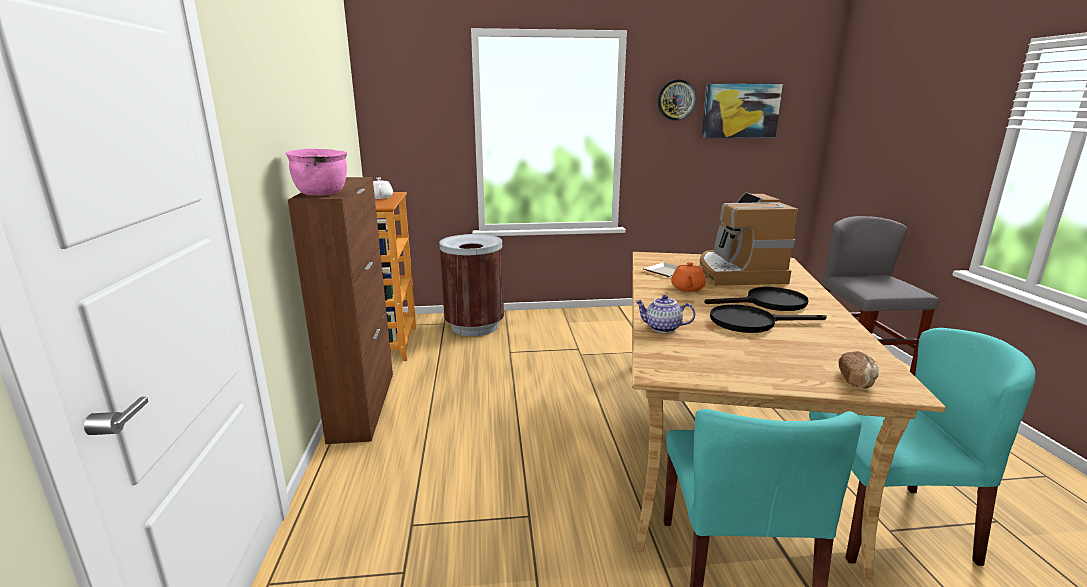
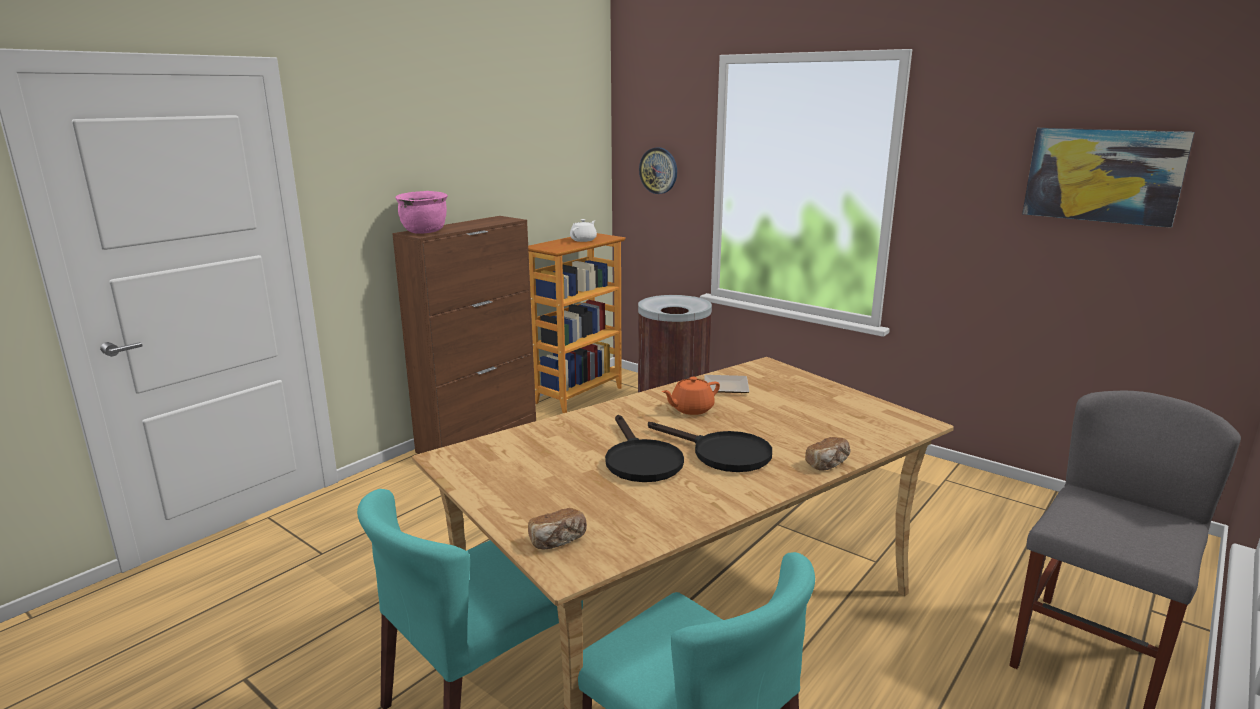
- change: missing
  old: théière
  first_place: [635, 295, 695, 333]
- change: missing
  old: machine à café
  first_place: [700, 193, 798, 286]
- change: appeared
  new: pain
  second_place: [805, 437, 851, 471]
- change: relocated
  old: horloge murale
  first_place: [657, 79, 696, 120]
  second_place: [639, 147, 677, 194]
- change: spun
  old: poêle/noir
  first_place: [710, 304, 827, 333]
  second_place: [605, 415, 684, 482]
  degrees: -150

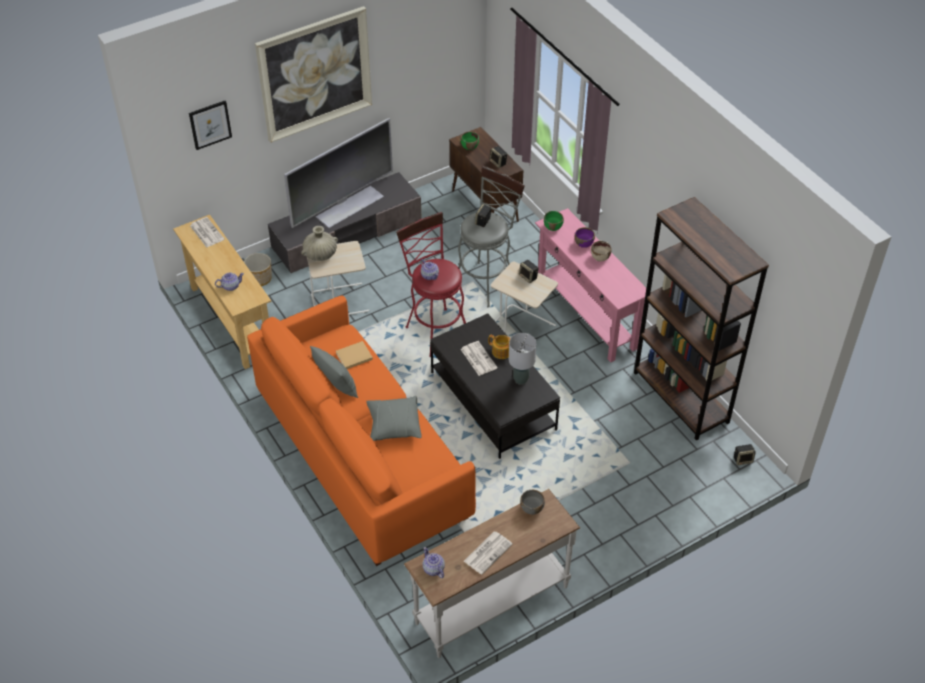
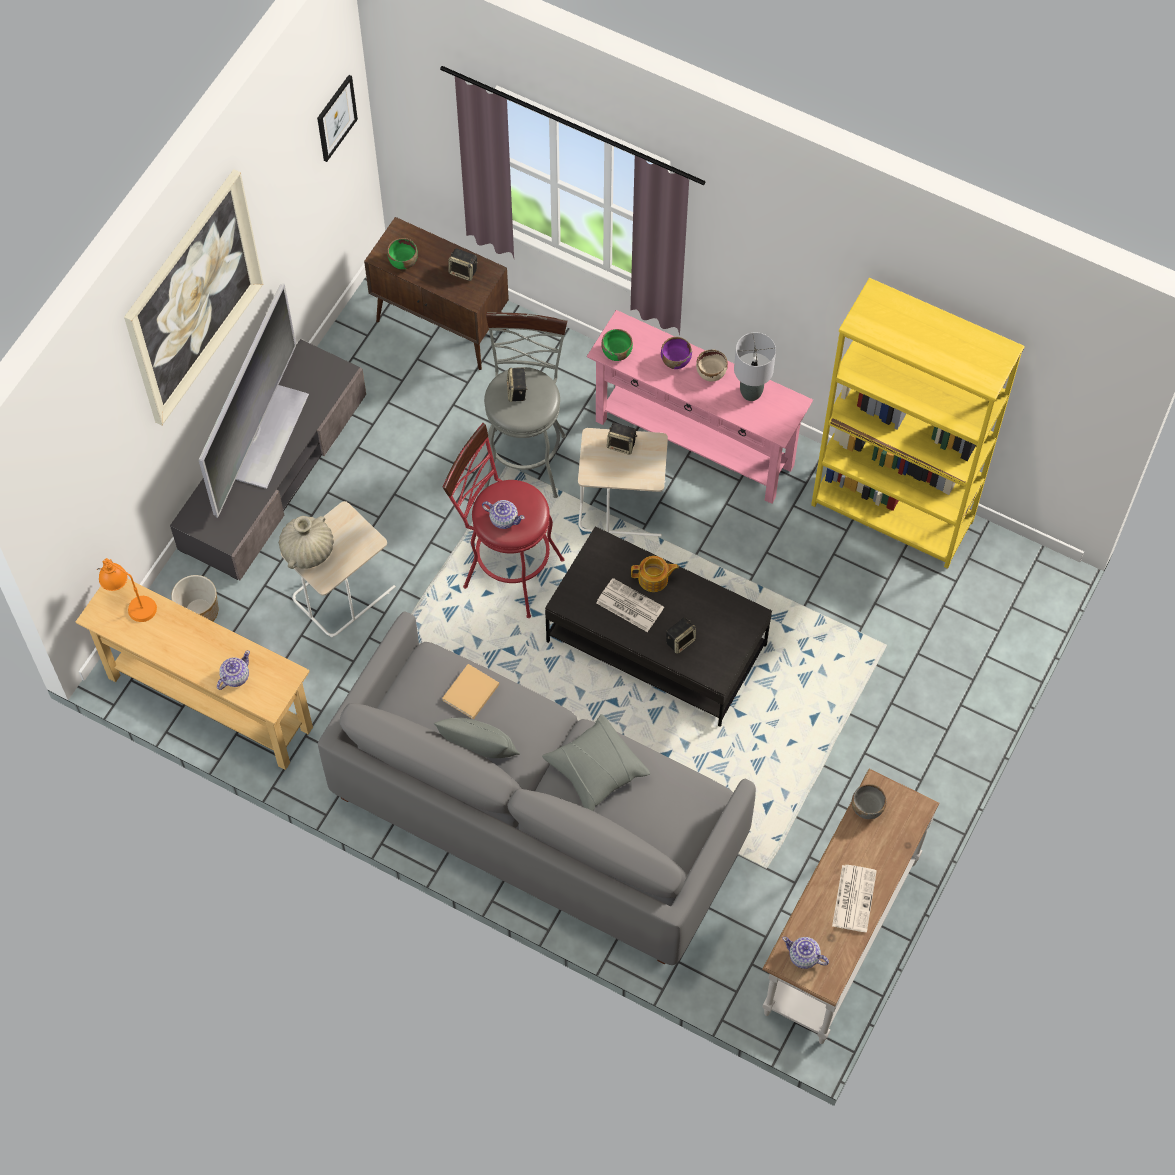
- change: relocated
  old: tableau
  first_place: [189, 101, 232, 150]
  second_place: [317, 75, 358, 162]
- change: relocated
  old: lampe de table/gris
  first_place: [509, 333, 537, 385]
  second_place: [734, 332, 776, 401]
- change: relocated
  old: enceinte
  first_place: [734, 444, 756, 465]
  second_place: [666, 618, 696, 654]
- change: exchanged
  old: journal
  new: lampe de table/orange
  first_place: [190, 217, 224, 248]
  second_place: [97, 558, 157, 622]
- change: colour
  old: canapé/orange
  new: canapé/gris
  first_place: [247, 295, 476, 566]
  second_place: [318, 611, 756, 965]
- change: colour
  old: bibliothèque/marron
  new: bibliothèque/jaune
  first_place: [634, 197, 769, 441]
  second_place: [811, 278, 1025, 569]

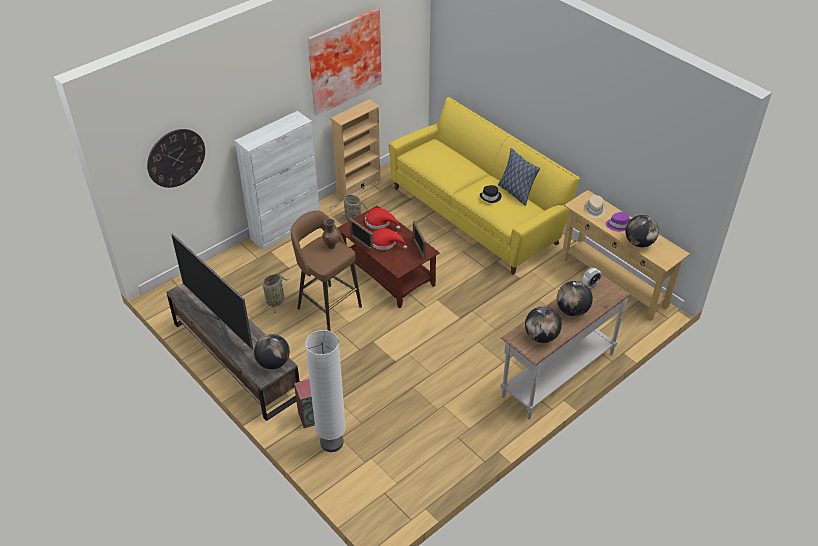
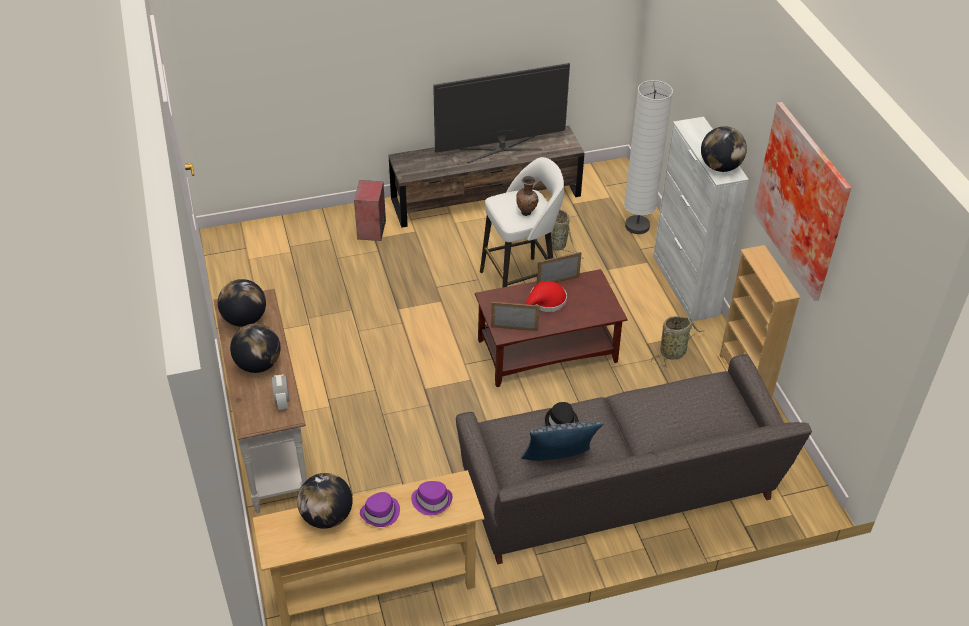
- change: missing
  old: horloge murale
  first_place: [147, 129, 205, 188]
- change: missing
  old: chapeau/rouge
  first_place: [365, 208, 400, 229]
- change: relocated
  old: globe
  first_place: [254, 334, 290, 369]
  second_place: [701, 126, 747, 172]
- change: relocated
  old: lampadaire/blanc
  first_place: [305, 330, 346, 452]
  second_place: [624, 80, 673, 234]
- change: colour
  old: tabouret/marron
  new: tabouret/blanc
  first_place: [290, 210, 362, 331]
  second_place: [480, 157, 564, 288]
- change: colour
  old: canapé/jaune
  new: canapé/gris
  first_place: [389, 97, 580, 275]
  second_place: [456, 354, 812, 564]
- change: colour
  old: chapeau/beige
  new: chapeau/violet
  first_place: [584, 195, 606, 218]
  second_place: [411, 481, 452, 515]

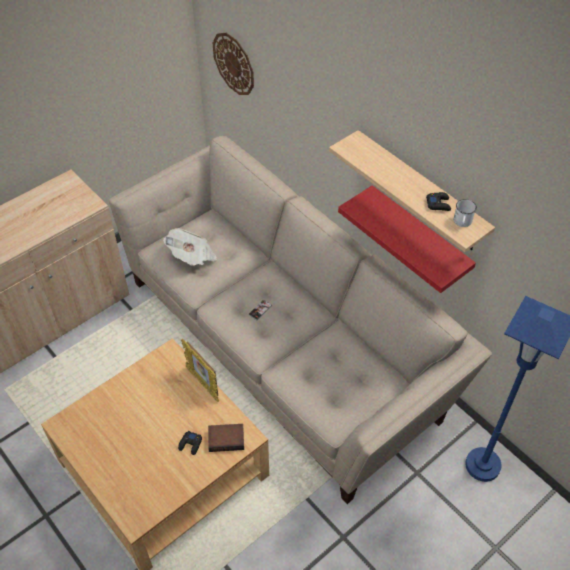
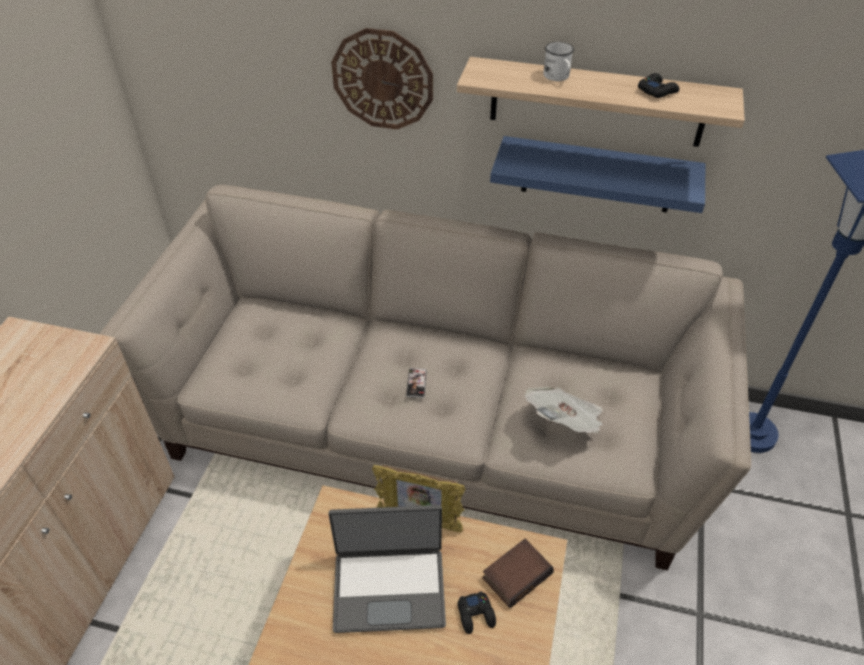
- change: appeared
  new: ordinateur portable
  second_place: [329, 505, 446, 633]
- change: relocated
  old: journal
  first_place: [163, 228, 218, 266]
  second_place: [525, 387, 603, 433]
- change: relocated
  old: horloge murale
  first_place: [213, 33, 254, 95]
  second_place: [331, 28, 433, 129]
- change: relocated
  old: mug/blanc
  first_place: [454, 199, 477, 227]
  second_place: [543, 42, 574, 81]
- change: colour
  old: étagère/rouge
  new: étagère/bleu
  first_place: [338, 185, 476, 293]
  second_place: [490, 136, 705, 213]

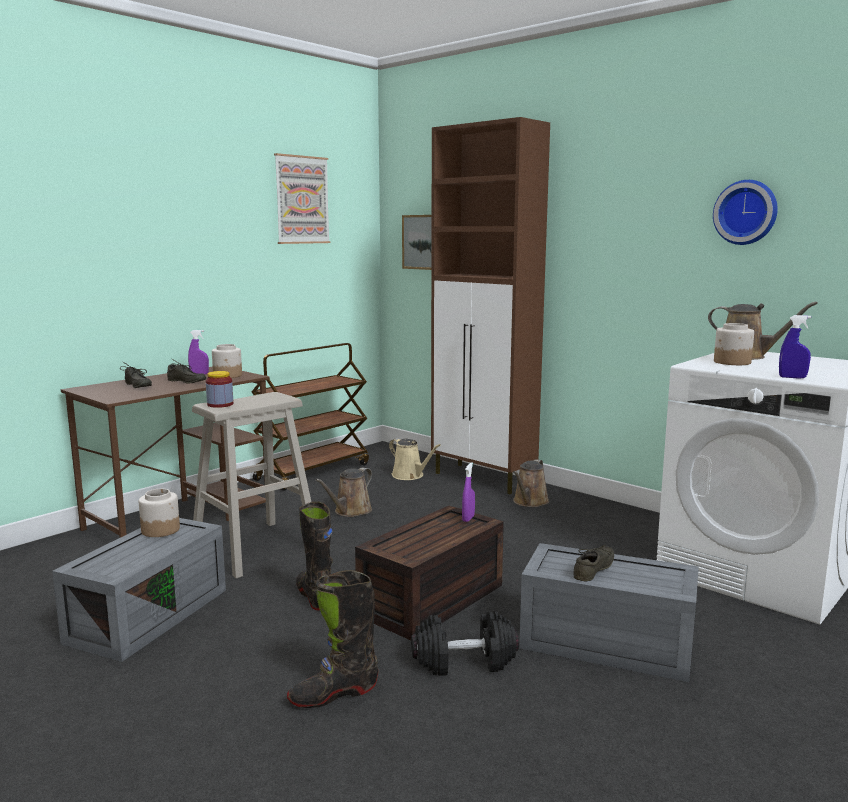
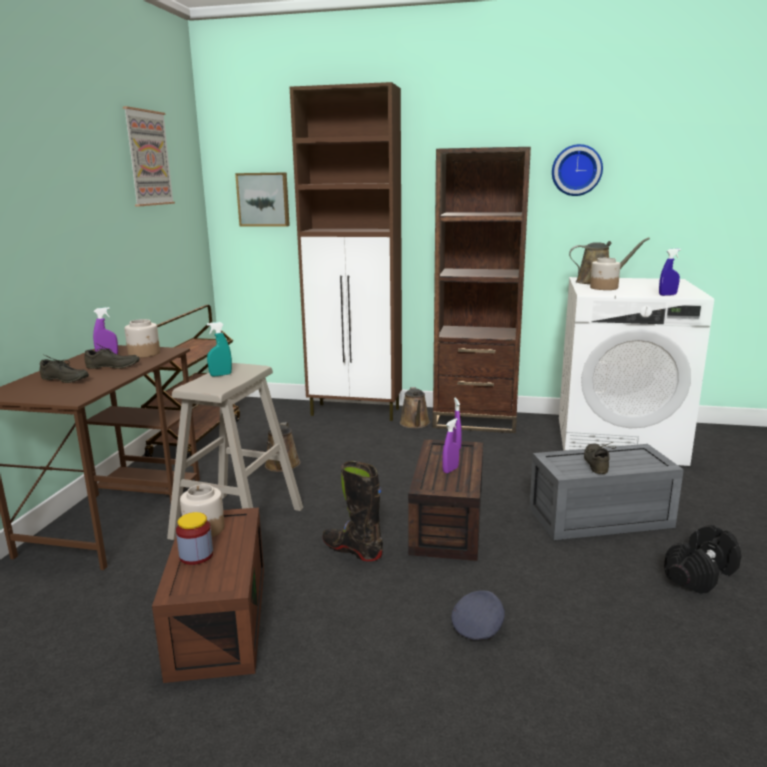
- change: missing
  old: arrosoir/beige
  first_place: [389, 438, 441, 480]
- change: appeared
  new: vaporisateur/turquoise
  second_place: [207, 322, 232, 377]
- change: appeared
  new: bibliothèque/marron
  second_place: [433, 147, 531, 433]
- change: appeared
  new: vaporisateur/violet
  second_place: [442, 418, 459, 473]
- change: relocated
  old: bocal
  first_place: [206, 371, 233, 408]
  second_place: [176, 512, 213, 565]
- change: relocated
  old: haltère/noir
  first_place: [411, 611, 519, 676]
  second_place: [664, 525, 742, 594]
- change: exchanged
  old: botte/noir
  new: casquette/gris
  first_place: [287, 570, 378, 708]
  second_place: [451, 590, 505, 640]
- change: colour
  old: boîte de rangement/gris
  new: boîte de rangement/marron
  first_place: [52, 518, 226, 662]
  second_place: [152, 508, 264, 683]

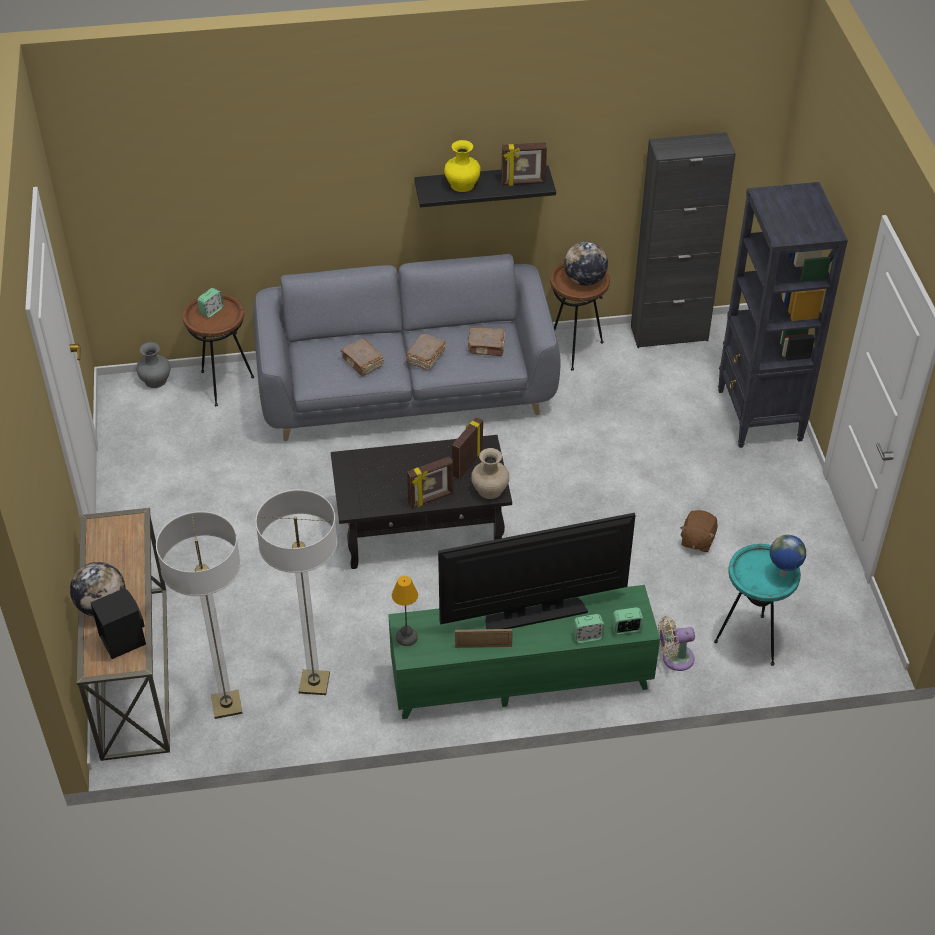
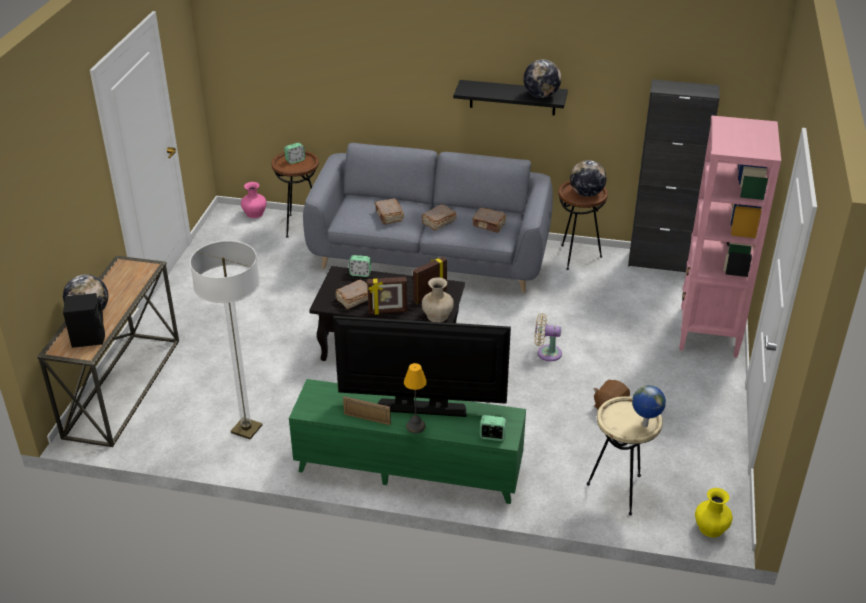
- change: missing
  old: lampadaire
  first_place: [156, 511, 243, 719]
- change: appeared
  new: livre/marron
  second_place: [335, 279, 368, 309]
- change: relocated
  old: lampe de table
  first_place: [392, 576, 418, 646]
  second_place: [404, 363, 427, 433]
- change: relocated
  old: vase/jaune
  first_place: [444, 140, 481, 192]
  second_place: [695, 488, 733, 537]
- change: relocated
  old: réveil
  first_place: [573, 614, 604, 643]
  second_place: [349, 255, 371, 277]
- change: relocated
  old: ventilateur/beige
  first_place: [658, 616, 695, 671]
  second_place: [534, 313, 562, 361]
- change: exchanged
  old: cadre photo
  new: globe
  first_place: [501, 142, 547, 186]
  second_place: [523, 59, 561, 98]
- change: colour
  old: vase/gris
  new: vase/rose
  first_place: [136, 342, 171, 388]
  second_place: [241, 182, 267, 218]
- change: colour
  old: table d'appoint/turquoise
  new: table d'appoint/beige
  first_place: [714, 544, 801, 666]
  second_place: [587, 396, 663, 515]
- change: colour
  old: bibliothèque/noir
  new: bibliothèque/rose
  first_place: [718, 182, 848, 448]
  second_place: [679, 116, 781, 358]

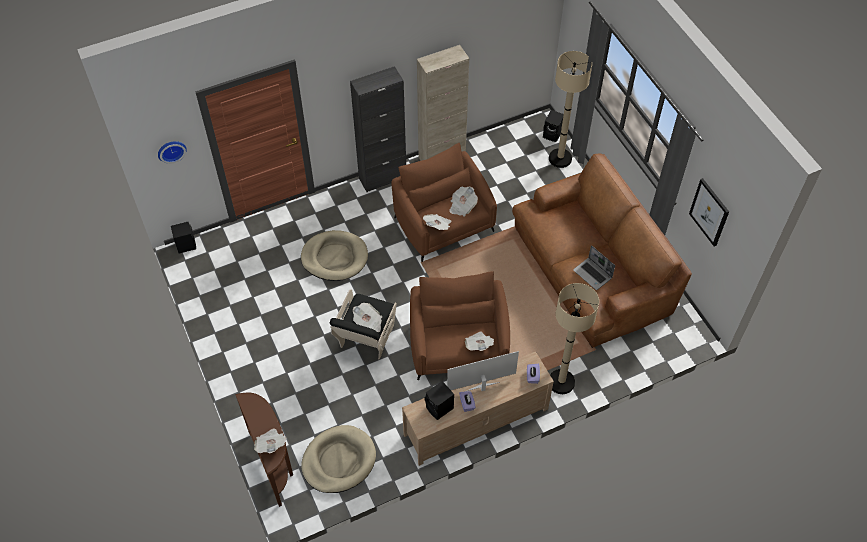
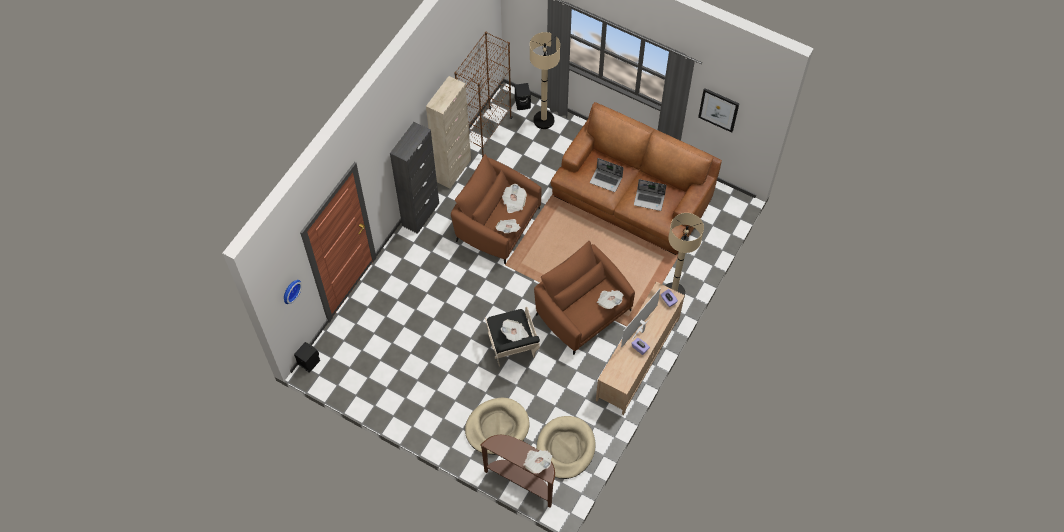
- change: missing
  old: enceinte/noir
  first_place: [425, 381, 454, 420]
- change: appeared
  new: bibliothèque/marron
  second_place: [454, 32, 513, 157]
- change: appeared
  new: ordinateur portable
  second_place: [590, 158, 623, 192]
- change: relocated
  old: panier pour chien/beige
  first_place: [301, 230, 368, 281]
  second_place: [465, 398, 530, 455]

